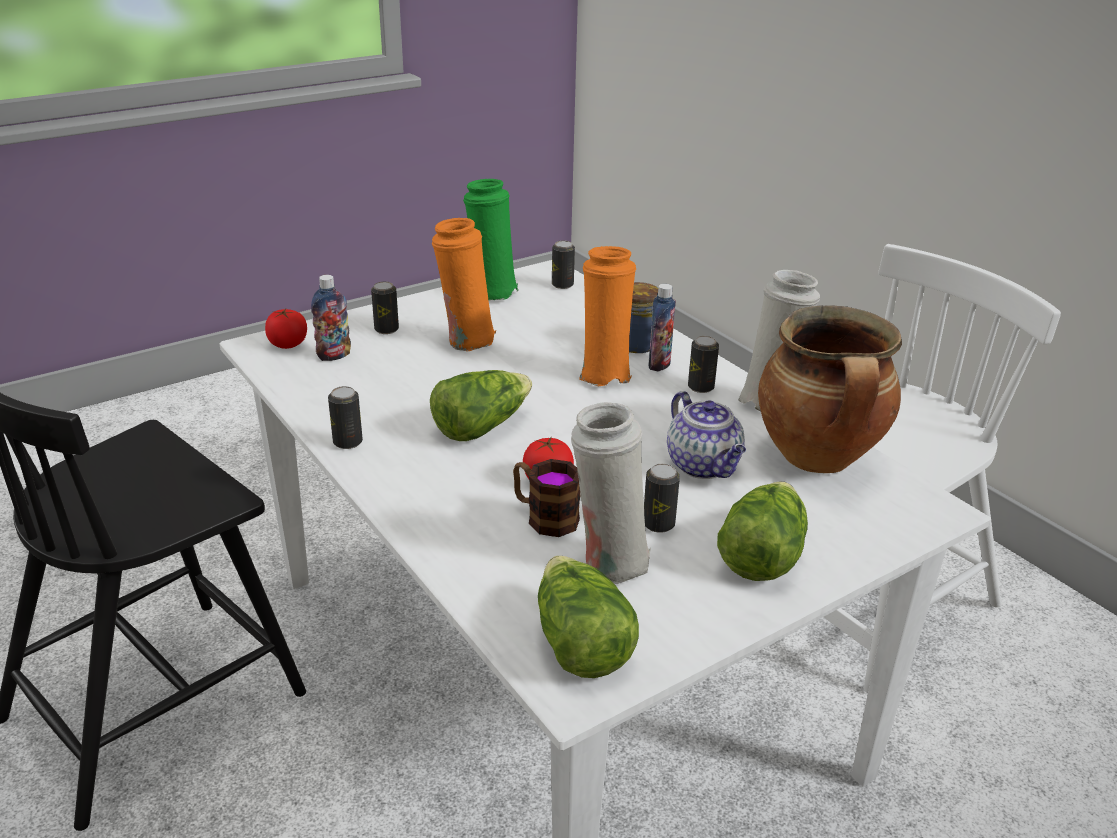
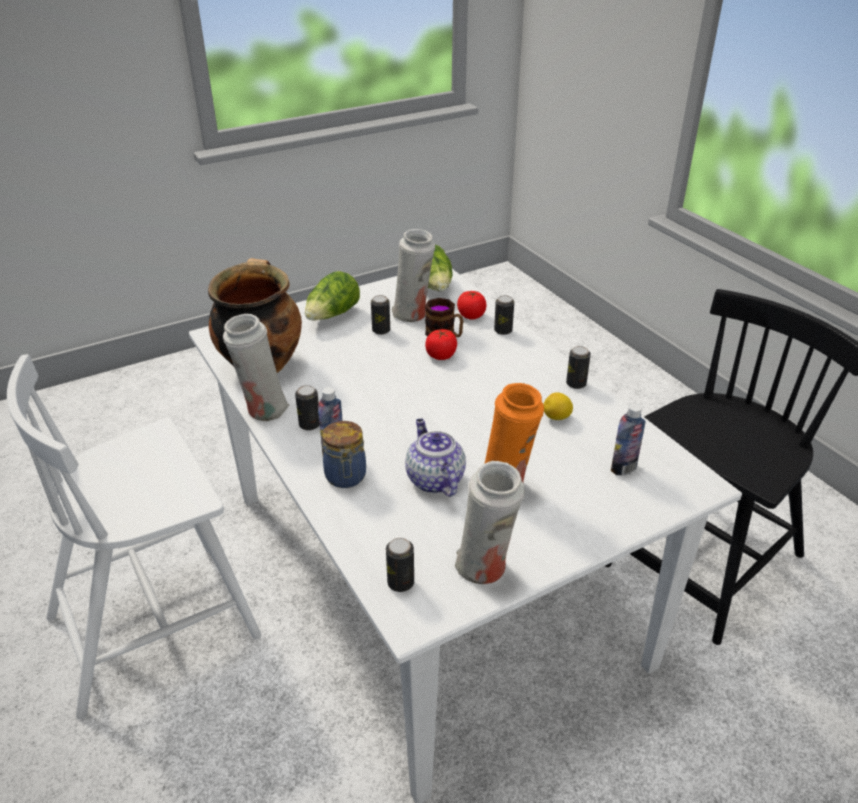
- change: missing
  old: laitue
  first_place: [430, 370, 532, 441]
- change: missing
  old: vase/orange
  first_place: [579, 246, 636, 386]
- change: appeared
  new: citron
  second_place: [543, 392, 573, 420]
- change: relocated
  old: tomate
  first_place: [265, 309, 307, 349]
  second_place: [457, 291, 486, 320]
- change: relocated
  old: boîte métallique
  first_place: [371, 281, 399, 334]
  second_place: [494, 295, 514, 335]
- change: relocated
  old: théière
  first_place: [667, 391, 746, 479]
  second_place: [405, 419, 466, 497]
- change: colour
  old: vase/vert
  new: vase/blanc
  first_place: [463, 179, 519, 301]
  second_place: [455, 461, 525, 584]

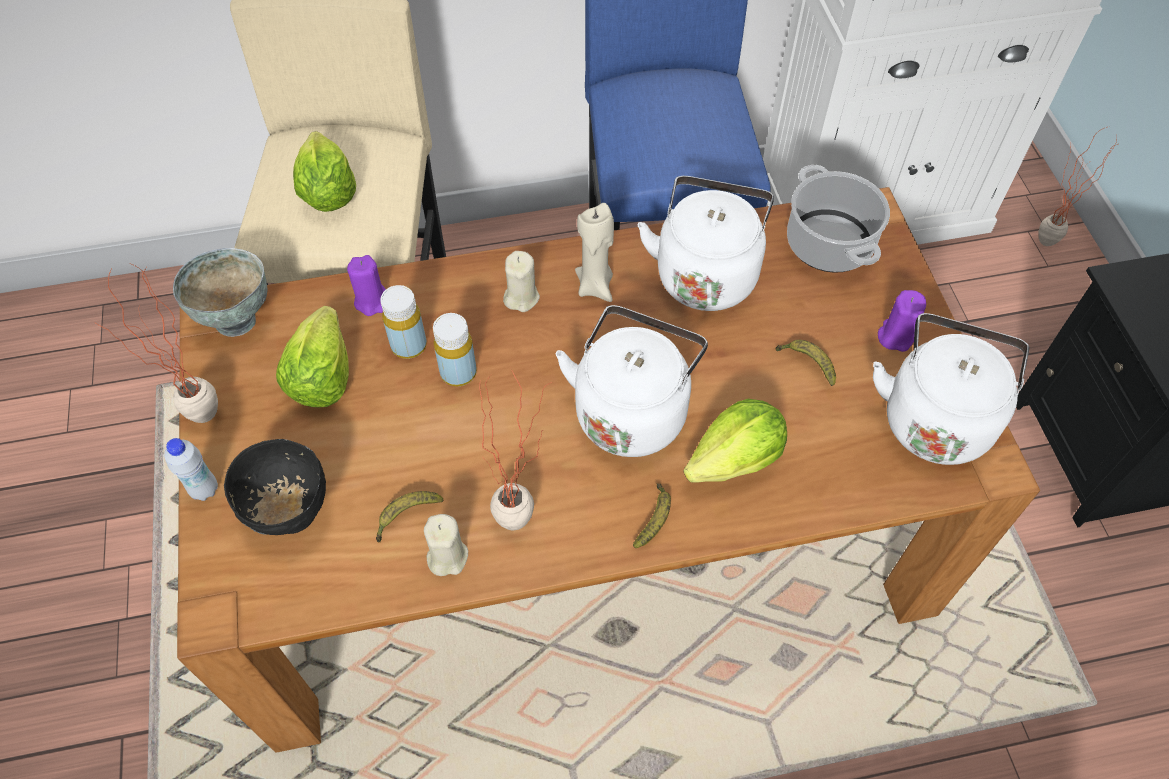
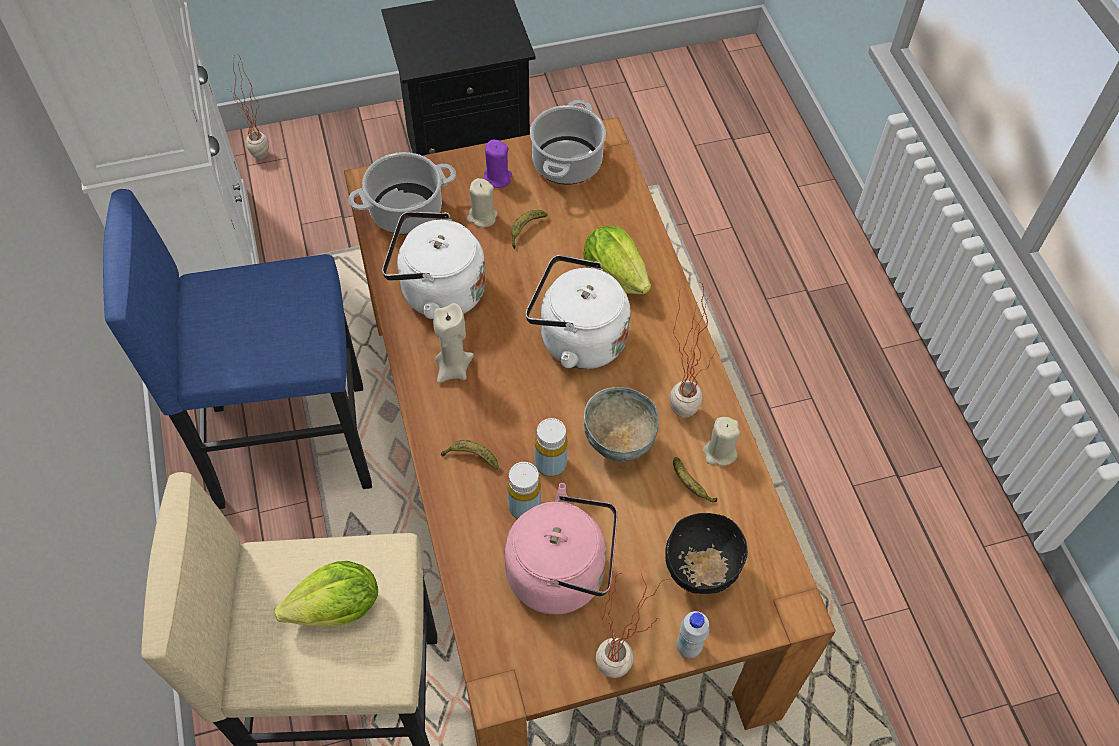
- change: missing
  old: bougie/violet
  first_place: [347, 255, 386, 316]
- change: relocated
  old: bol/gris
  first_place: [173, 248, 268, 337]
  second_place: [584, 387, 658, 462]
- change: relocated
  old: bougie/beige
  first_place: [503, 251, 540, 312]
  second_place: [467, 178, 498, 227]
- change: relocated
  old: banane
  first_place: [633, 484, 671, 548]
  second_place: [441, 440, 499, 470]
- change: exchanged
  old: laitue
  new: bouilloire/rose
  first_place: [276, 306, 349, 407]
  second_place: [505, 483, 618, 615]
- change: exchanged
  old: bouilloire/blanc
  new: marmite
  first_place: [873, 313, 1029, 465]
  second_place: [530, 100, 606, 184]

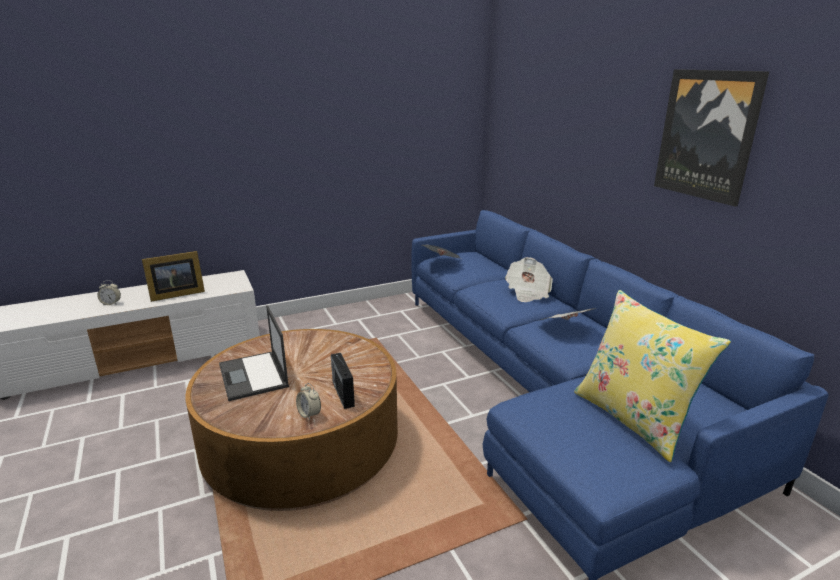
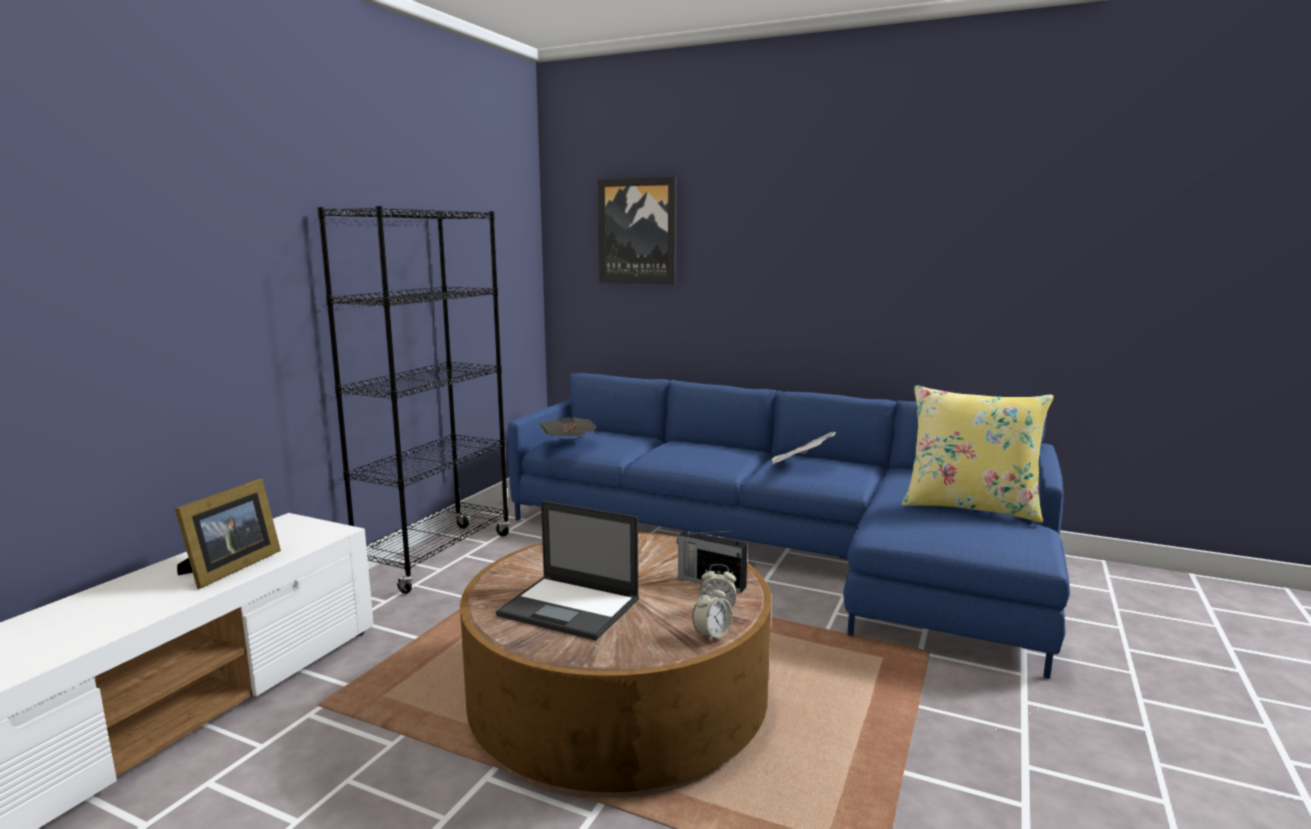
- change: missing
  old: journal
  first_place: [505, 257, 553, 302]
- change: appeared
  new: bibliothèque/noir
  second_place: [317, 206, 510, 594]
- change: relocated
  old: réveil
  first_place: [97, 280, 121, 305]
  second_place: [692, 584, 733, 642]
- change: relocated
  old: tableau
  first_place: [654, 69, 769, 206]
  second_place: [598, 177, 676, 285]

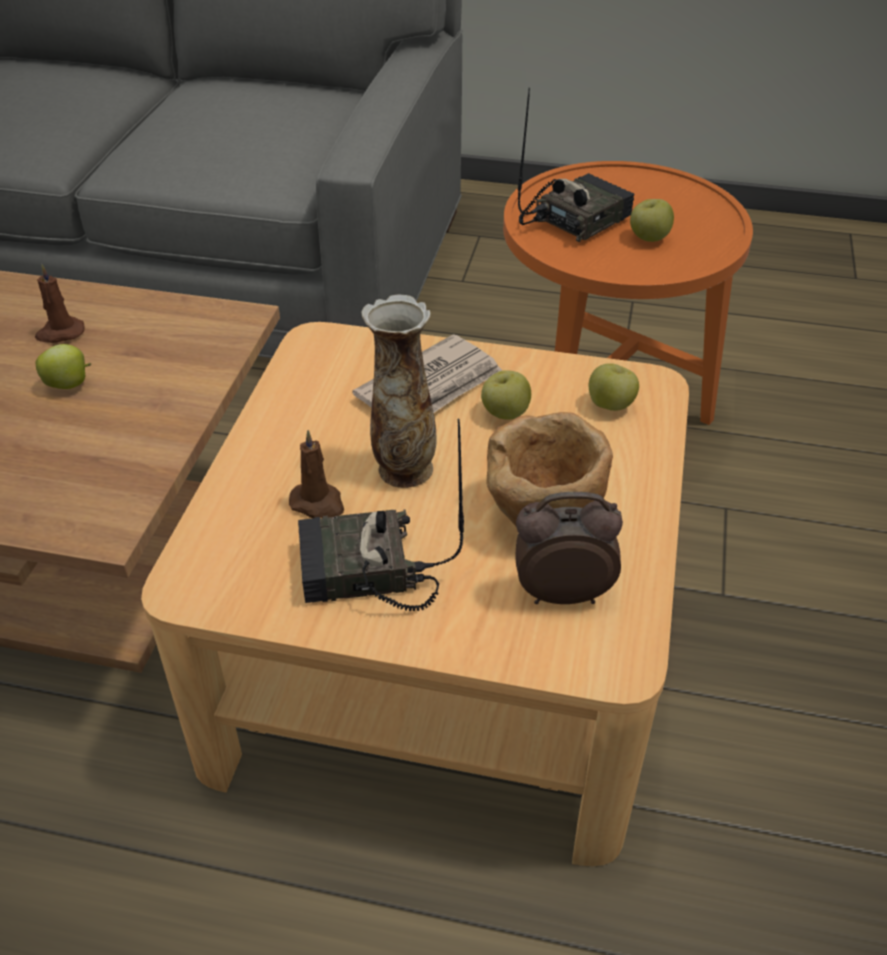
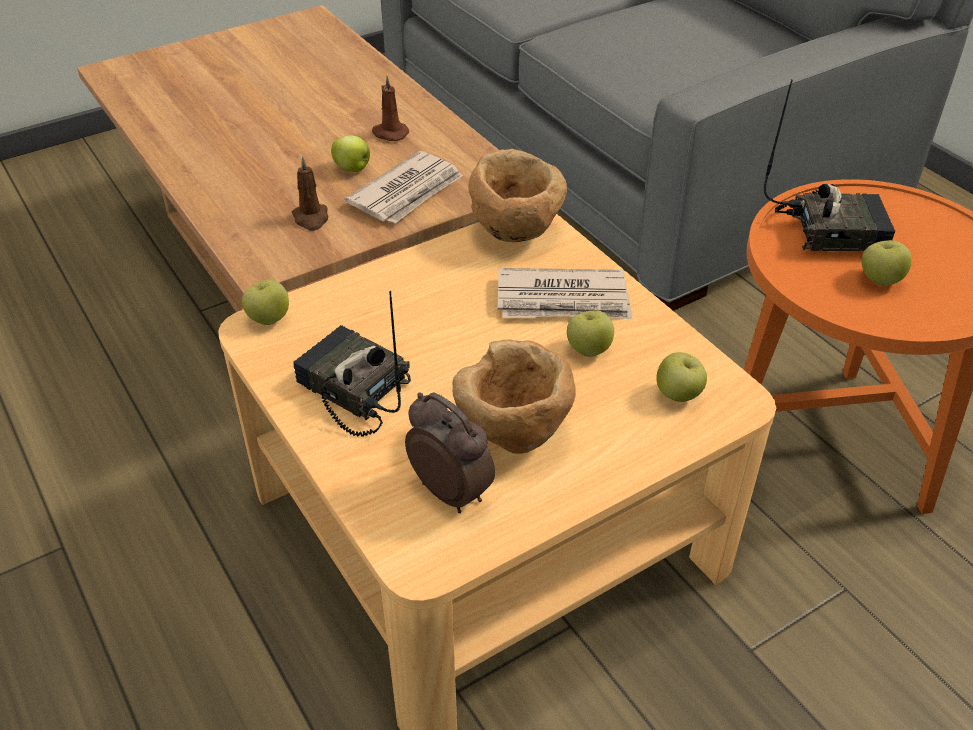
- change: missing
  old: vase
  first_place: [361, 294, 436, 488]
- change: appeared
  new: pomme
  second_place: [242, 280, 289, 325]
- change: appeared
  new: journal
  second_place: [345, 151, 463, 223]
- change: appeared
  new: bol/marron
  second_place: [468, 149, 567, 242]
- change: relocated
  old: bougie/marron
  first_place: [289, 430, 344, 518]
  second_place: [292, 156, 328, 231]

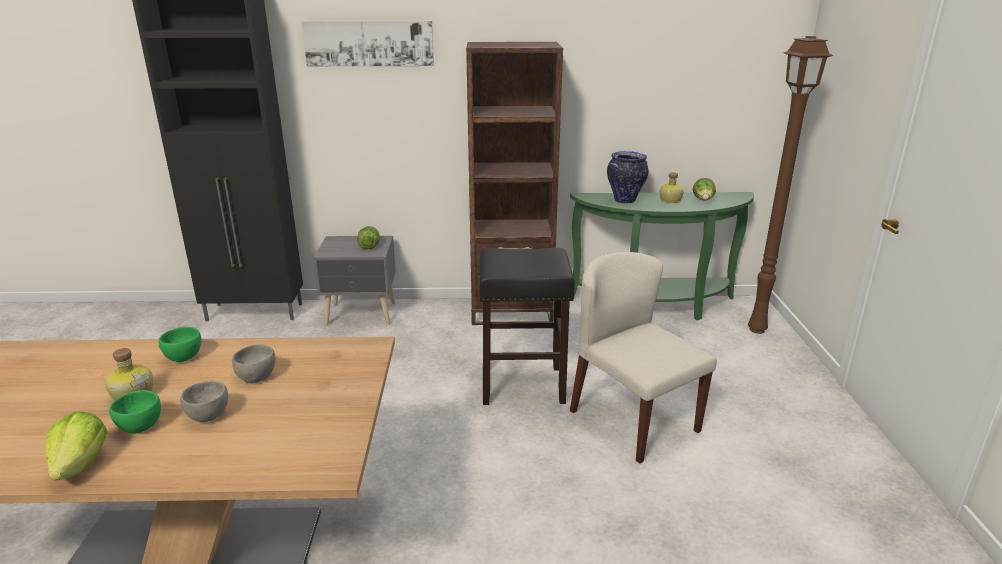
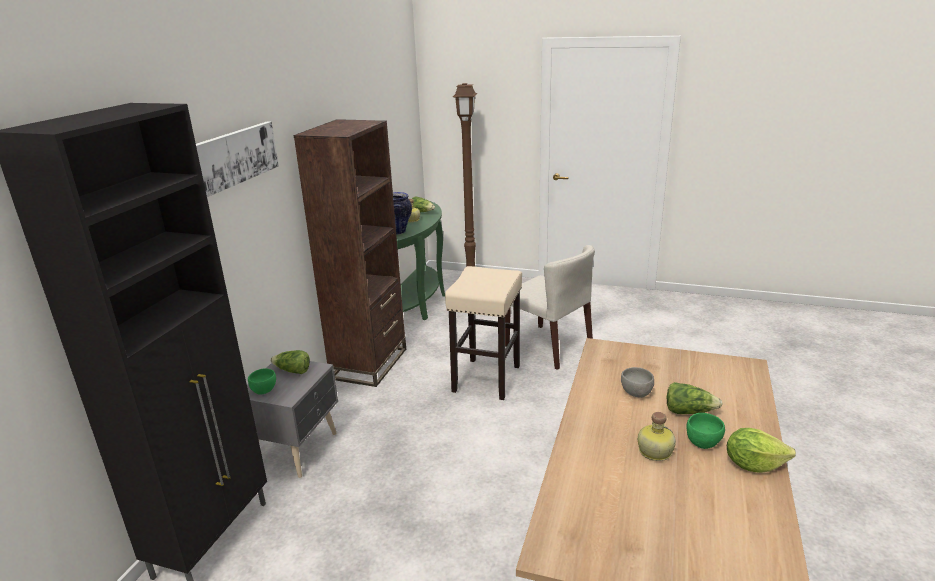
- change: relocated
  old: bol/vert
  first_place: [159, 327, 201, 362]
  second_place: [248, 368, 276, 395]
- change: exchanged
  old: bol/gris
  new: laitue
  first_place: [180, 381, 228, 422]
  second_place: [667, 382, 723, 414]
- change: colour
  old: tabouret/noir
  new: tabouret/beige
  first_place: [480, 248, 575, 405]
  second_place: [445, 266, 522, 400]
- change: spun
  old: chaise/beige
  first_place: [570, 252, 717, 464]
  second_place: [505, 245, 595, 370]
  degrees: -120

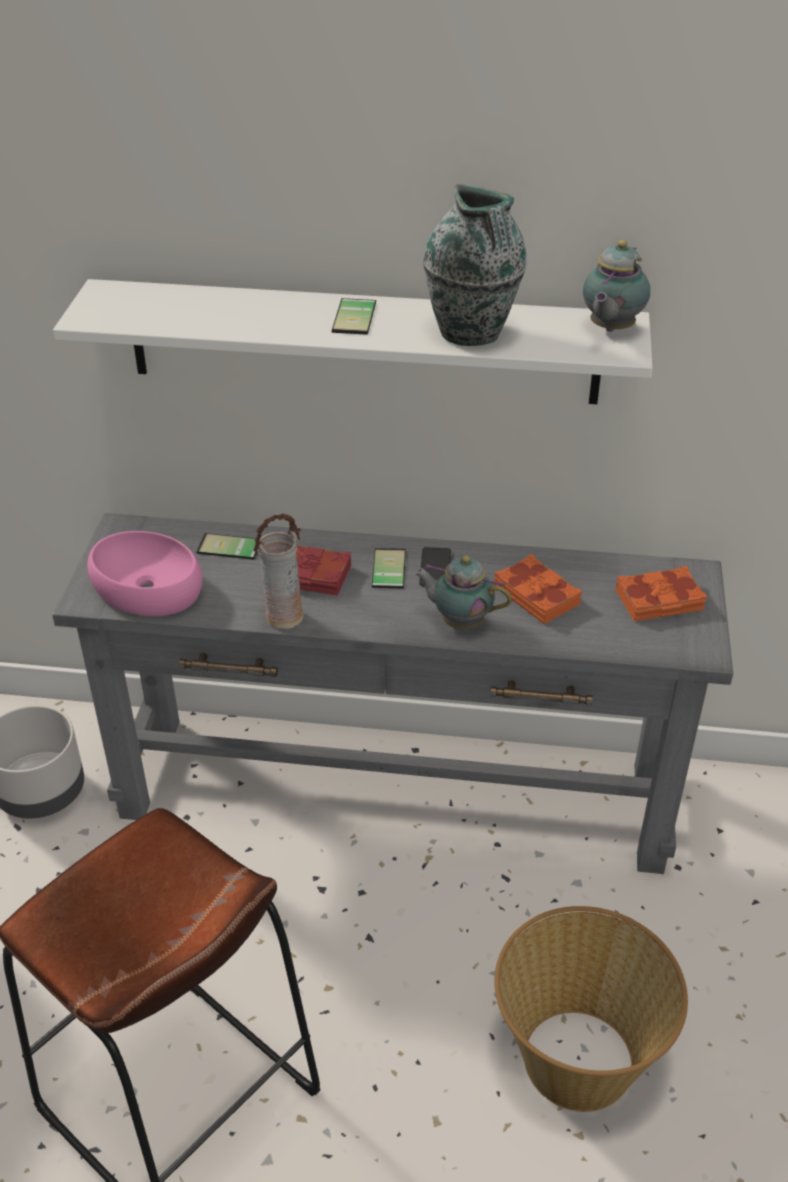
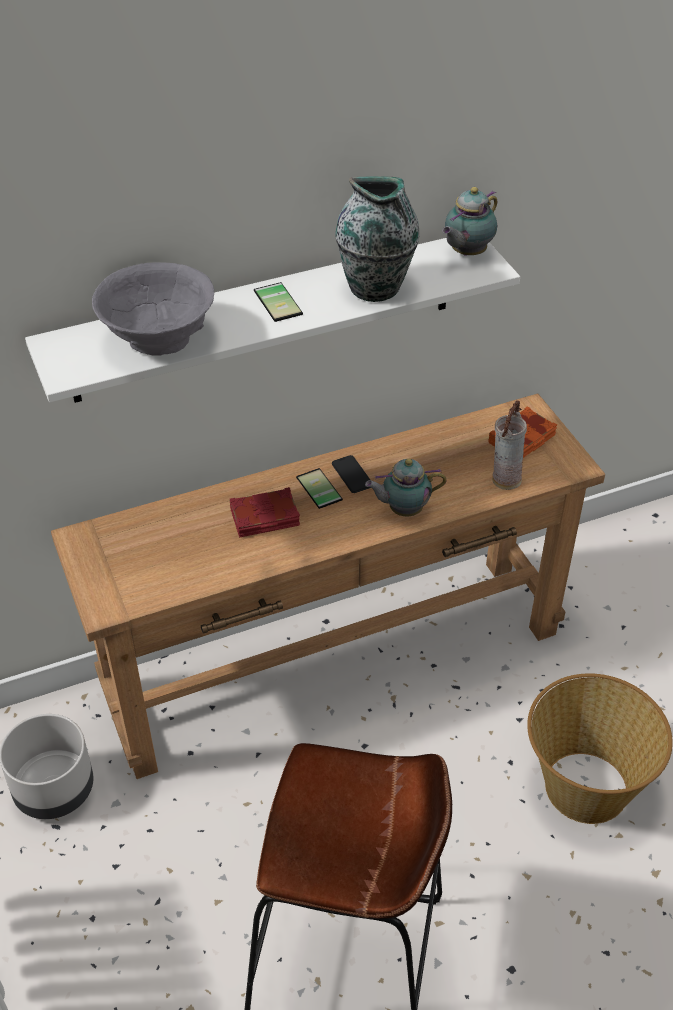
- change: missing
  old: bol/rose
  first_place: [87, 531, 203, 616]
- change: missing
  old: téléphone
  first_place: [196, 533, 257, 559]
- change: missing
  old: livre/orange
  first_place: [494, 554, 582, 624]
- change: appeared
  new: bol/gris
  second_place: [92, 262, 214, 355]
- change: relocated
  old: vase
  first_place: [253, 513, 303, 629]
  second_place: [492, 400, 527, 490]
- change: colour
  old: table console/gris
  new: table console/marron
  first_place: [52, 513, 734, 874]
  second_place: [51, 394, 605, 779]
- change: spun
  old: théière
  first_place: [583, 240, 650, 332]
  second_place: [442, 187, 497, 256]
  degrees: 45

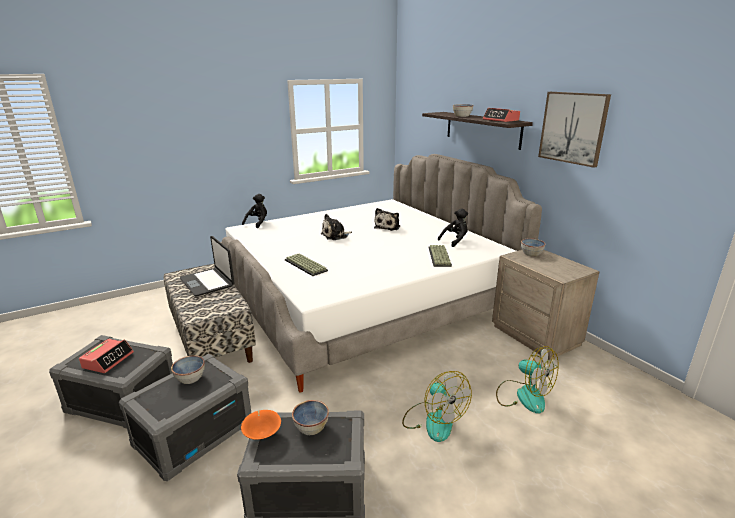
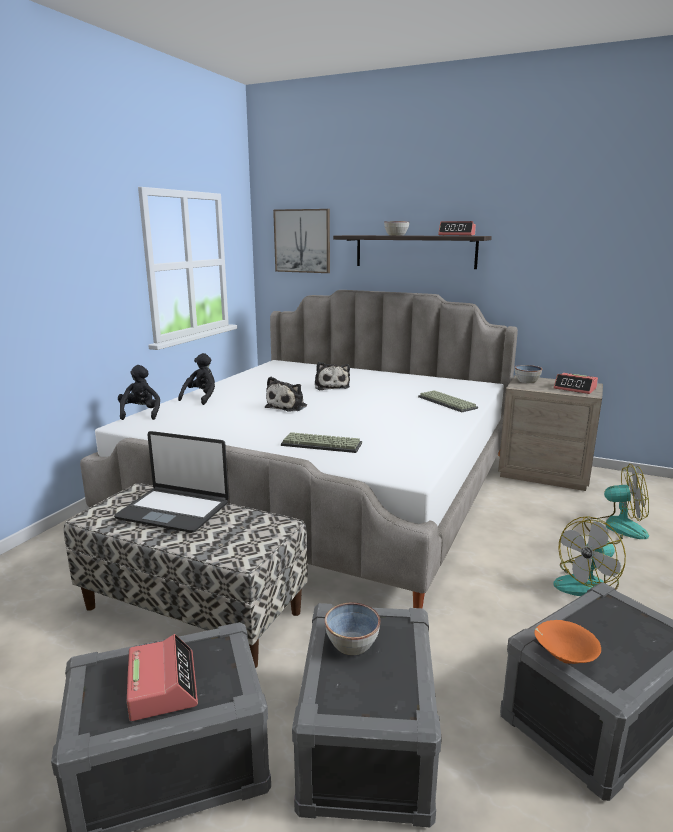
- change: missing
  old: bol
  first_place: [292, 400, 329, 435]
- change: appeared
  new: réveil
  second_place: [554, 373, 598, 394]
- change: relocated
  old: peluche/noir
  first_place: [438, 209, 468, 247]
  second_place: [178, 353, 215, 405]
- change: relocated
  old: tableau
  first_place: [538, 92, 611, 168]
  second_place: [273, 209, 330, 273]
- change: spun
  old: ventilateur
  first_place: [402, 371, 472, 442]
  second_place: [553, 516, 626, 596]
  degrees: 120

